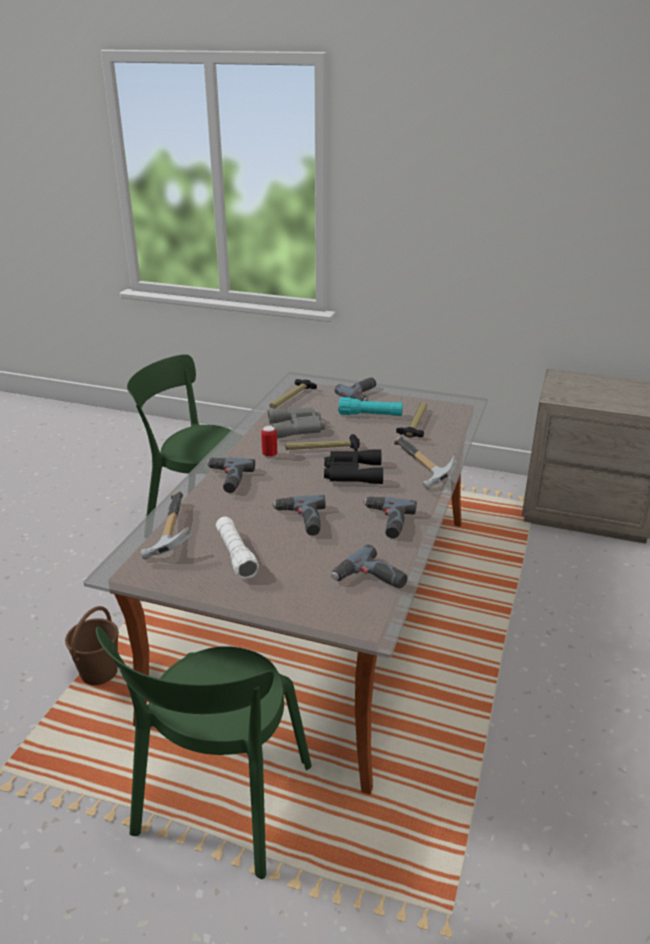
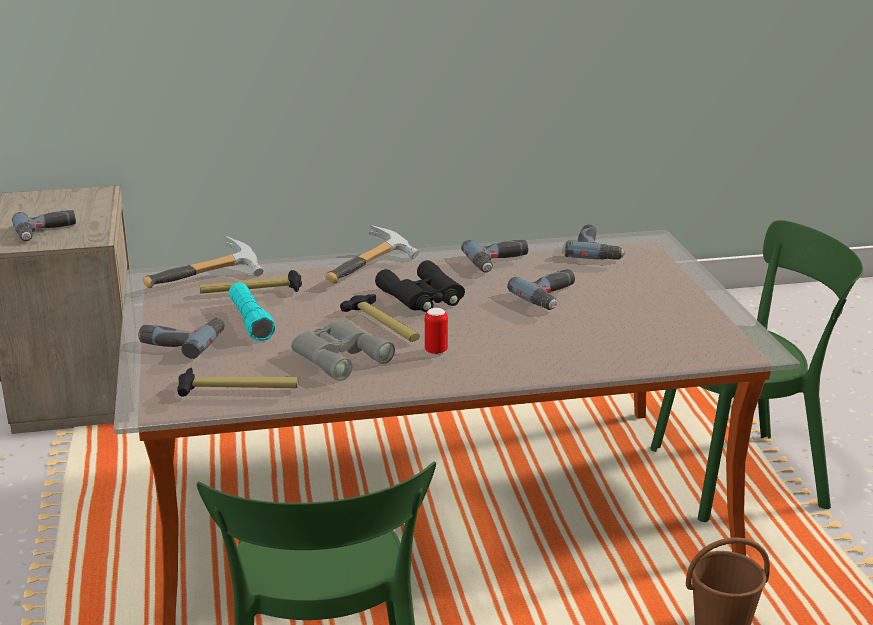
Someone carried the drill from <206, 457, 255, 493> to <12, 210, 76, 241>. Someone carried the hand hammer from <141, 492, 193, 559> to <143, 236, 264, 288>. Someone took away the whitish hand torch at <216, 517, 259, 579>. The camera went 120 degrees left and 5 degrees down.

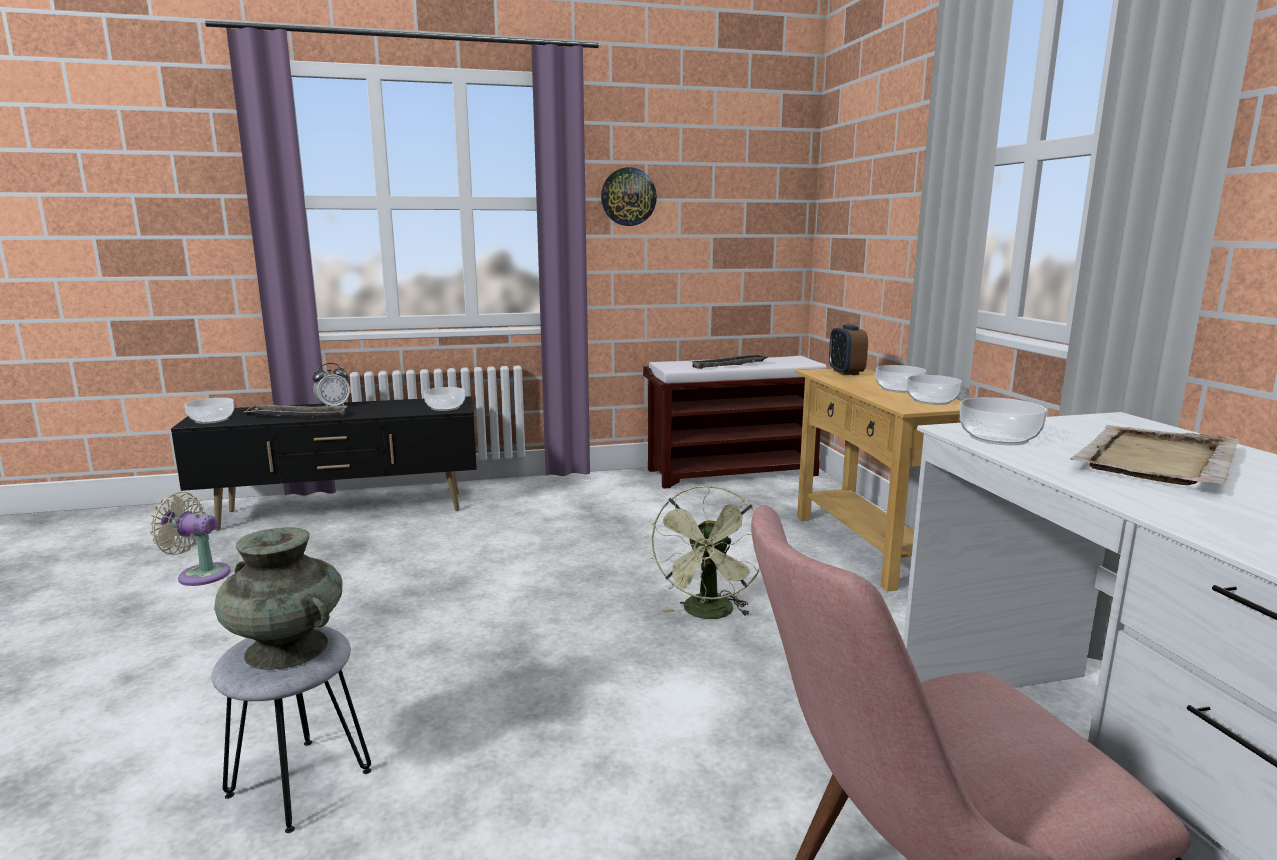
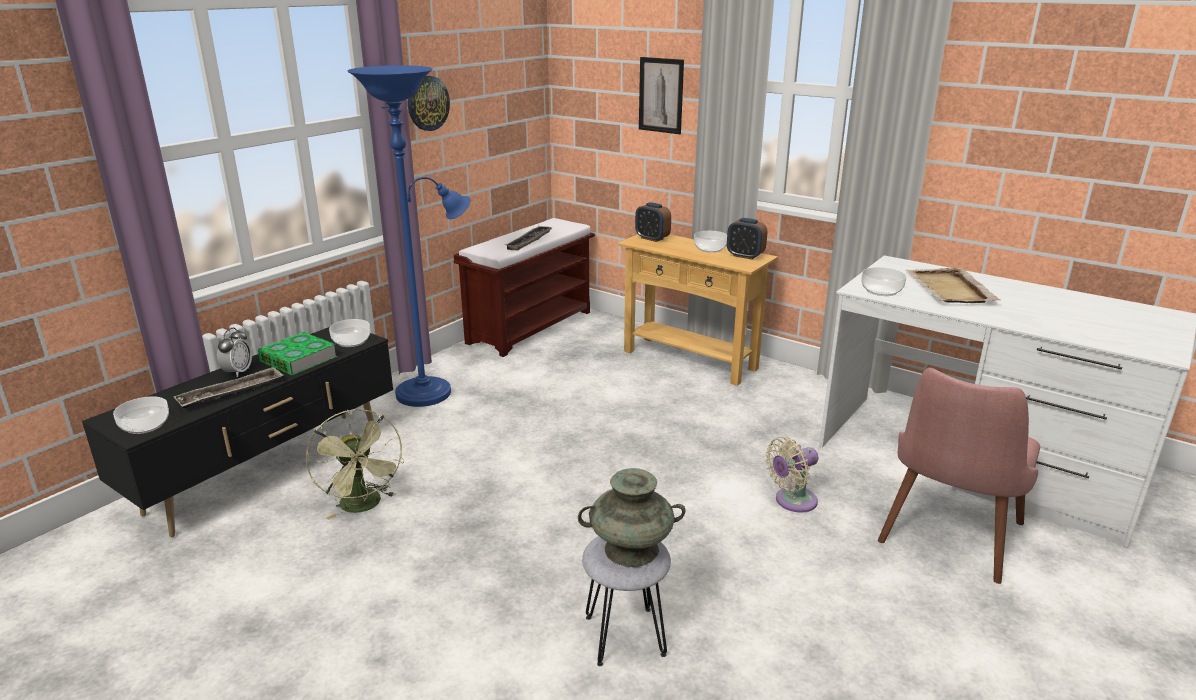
Someone swapped the bowl at <907, 375, 962, 405> for the table clock at <727, 218, 767, 260>. Someone carried the green-coloured fan from <650, 485, 760, 619> to <306, 409, 404, 520>. Someone carried the beige-coloured fan from <150, 492, 231, 586> to <766, 436, 819, 513>. Someone put up the wall picture at <639, 57, 684, 134>. Someone put down the bluish standing lamp at <348, 65, 471, 407>. Someone put down the book at <258, 332, 337, 375>. The camera went 40 degrees left and 10 degrees up.

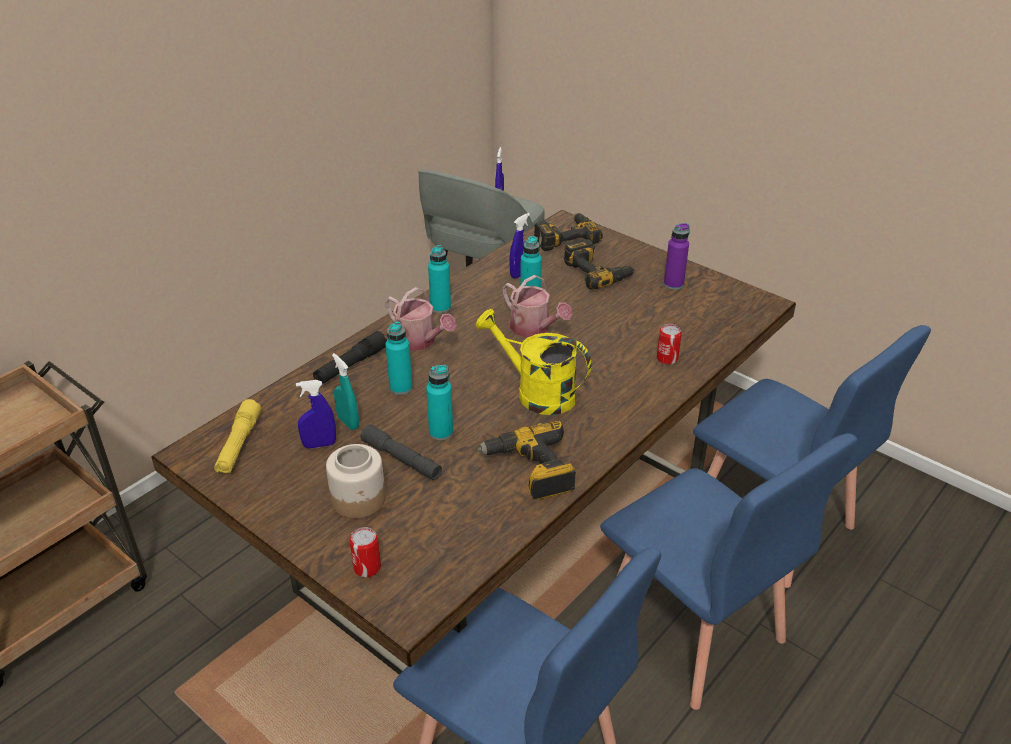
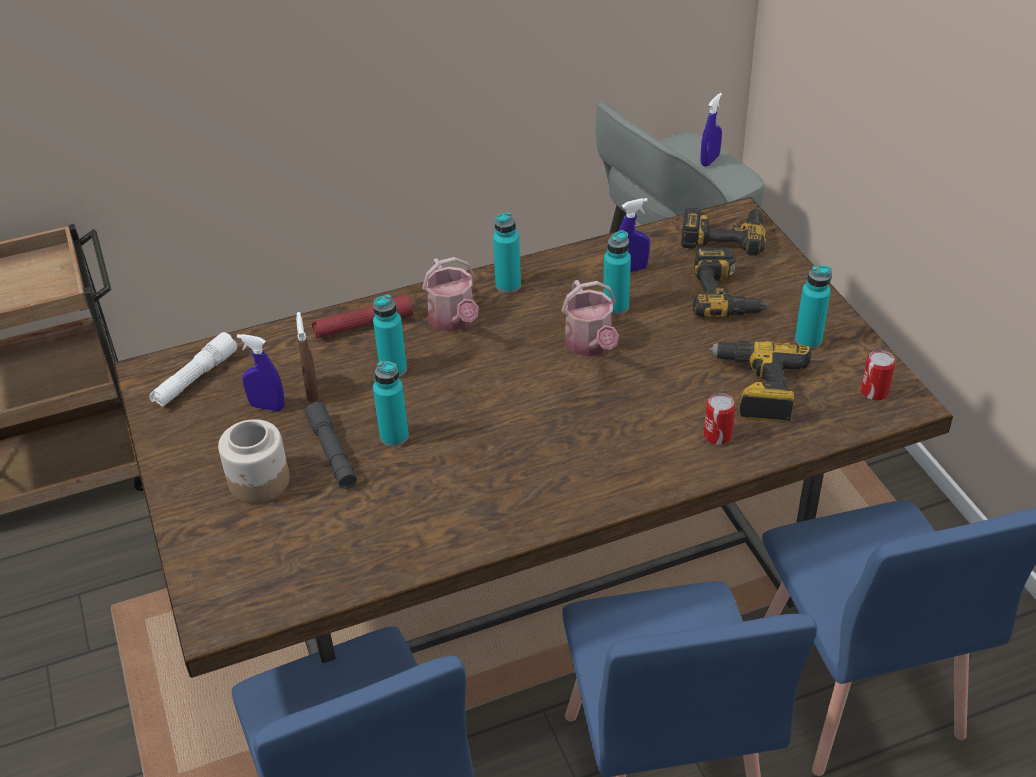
Someone repainted the purplish drink bottle at <664, 223, 690, 290>, which became the turquoise drink bottle at <795, 265, 832, 349>. Someone took away the yellow-coloured watering can at <475, 309, 591, 415>. Someone repainted the black hand torch at <313, 331, 387, 384>, which became the red hand torch at <311, 294, 413, 338>. Someone repainted the turquoise spray bottle at <332, 353, 359, 430>, which became the brownish spray bottle at <296, 312, 319, 402>. Someone repainted the yellow-coloured hand torch at <214, 399, 261, 473>, which became the whitish hand torch at <149, 332, 237, 407>. Someone carried the drill from <477, 421, 576, 500> to <708, 341, 811, 421>. Someone carried the metal can from <349, 527, 381, 577> to <861, 350, 895, 401>. The camera went 30 degrees right and 5 degrees up.

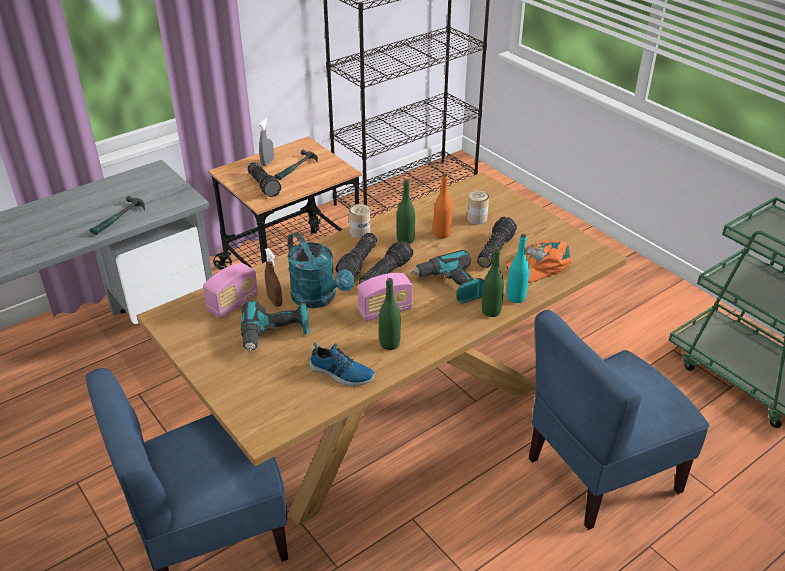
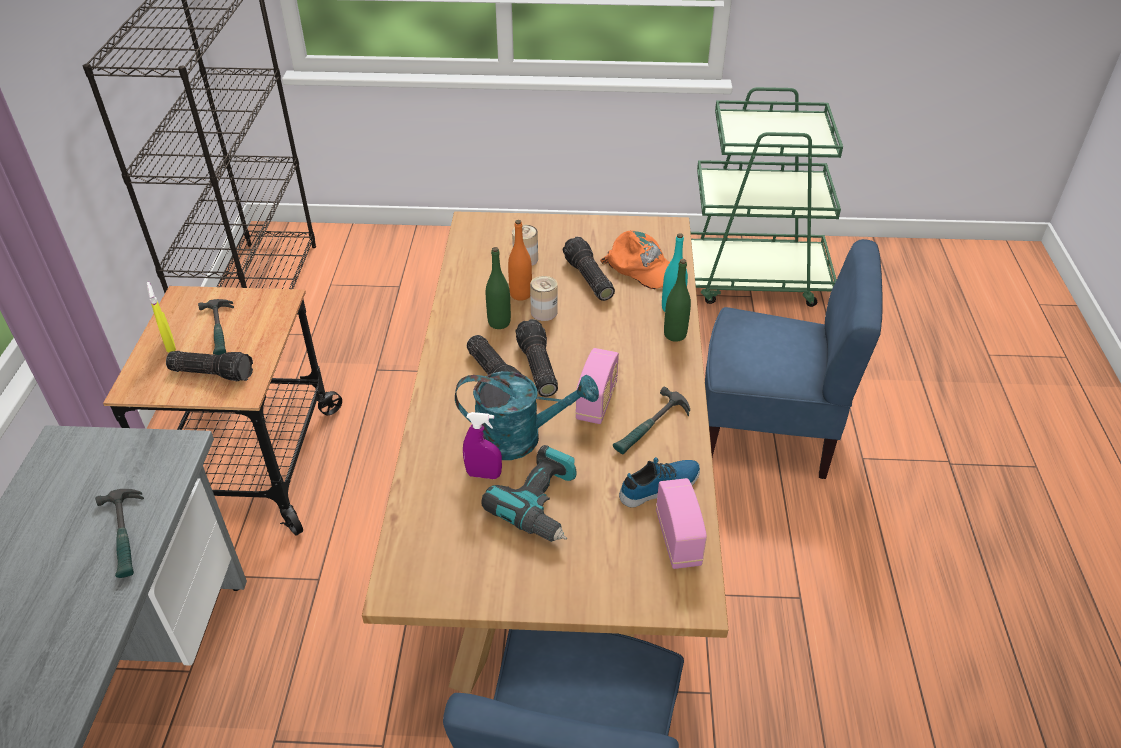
Someone repainted the greyish spray bottle at <259, 117, 274, 166>, which became the yellow-coloured spray bottle at <147, 282, 176, 353>. Someone carried the metal can from <349, 204, 370, 239> to <530, 276, 557, 321>. Someone rotated the orange-coloured cap at <506, 240, 572, 282> by 60 degrees counterclockwise. Someone repainted the brownish spray bottle at <265, 248, 282, 307>, which became the purplish spray bottle at <463, 412, 502, 479>. Someone took away the drill at <411, 250, 484, 304>. Someone carried the radio receiver from <203, 263, 258, 318> to <656, 478, 707, 569>. Someone swapped the green-coloured drink bottle at <379, 278, 401, 350> for the hand hammer at <613, 386, 690, 454>. Someone rotated the bluish plain chair at <529, 310, 709, 530> by 90 degrees counterclockwise. The camera went 50 degrees left and 5 degrees up.

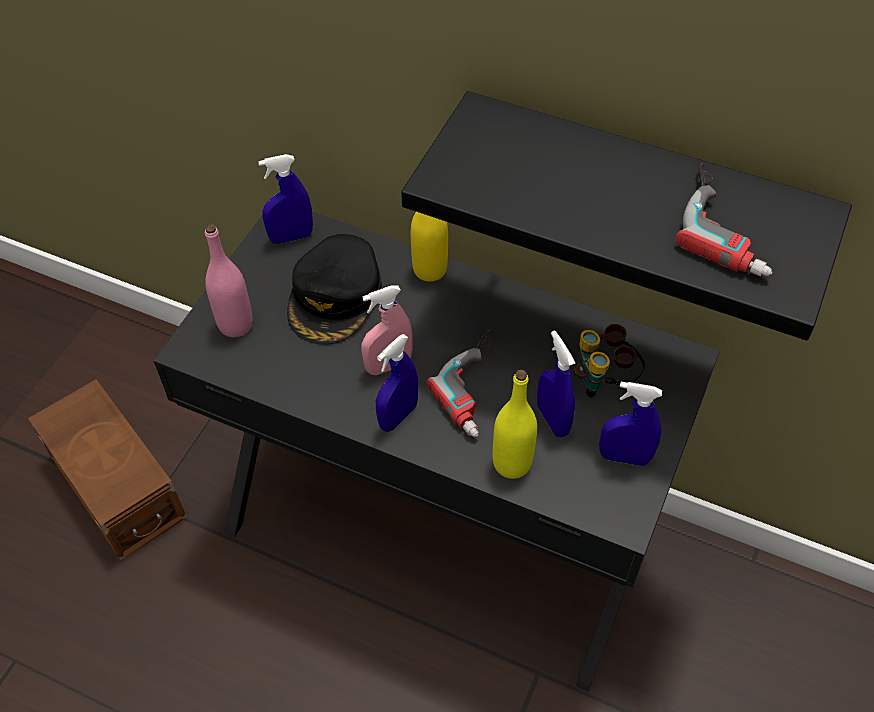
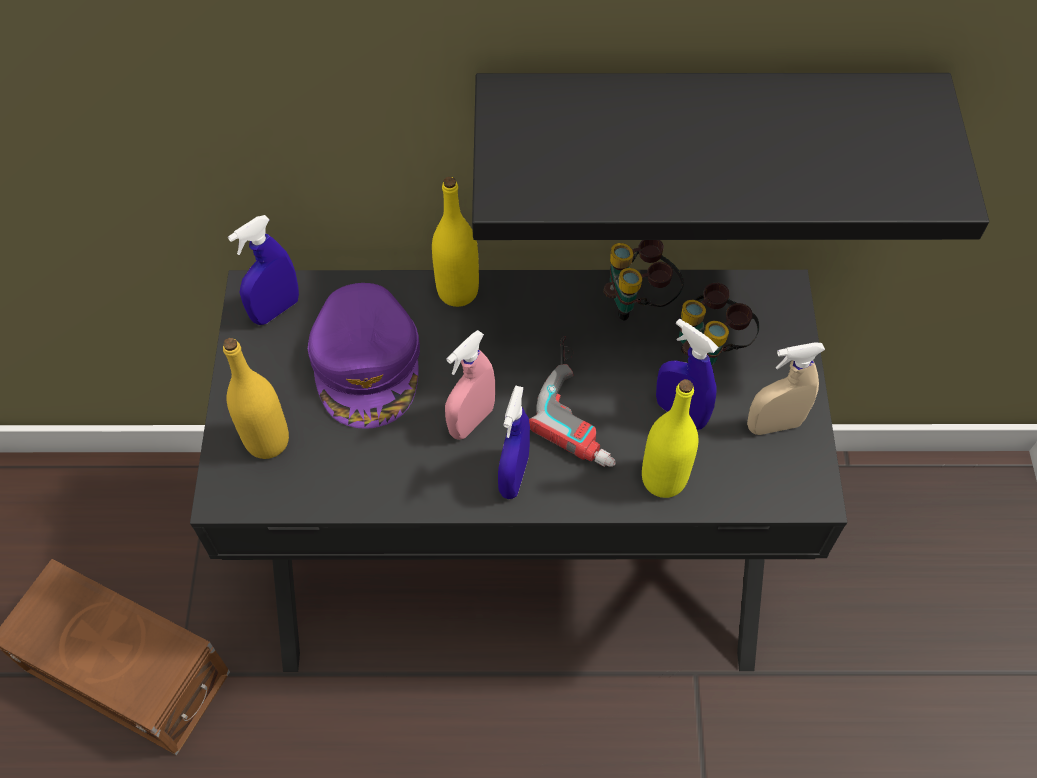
Someone took away the drill at <676, 162, 773, 276>. Someone repainted the pink drink bottle at <205, 224, 253, 337>, which became the yellow-coloured drink bottle at <223, 338, 289, 459>. Someone repainted the black cap at <287, 234, 382, 345>, which became the purplish cap at <308, 283, 420, 429>. Someone repainted the bluish spray bottle at <599, 382, 662, 466>, which became the beige-coloured spray bottle at <747, 342, 825, 435>. Someone put down the pair of binoculars at <604, 240, 684, 320>. The camera went 25 degrees left and 5 degrees up.

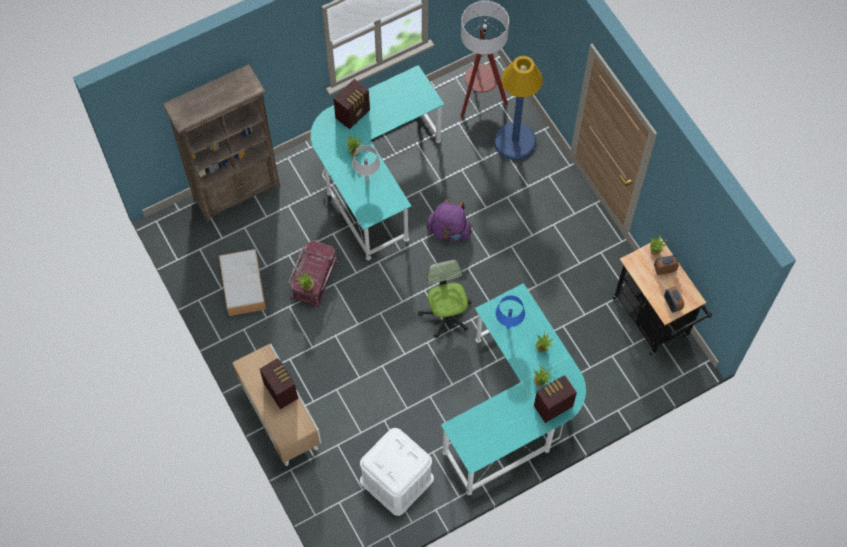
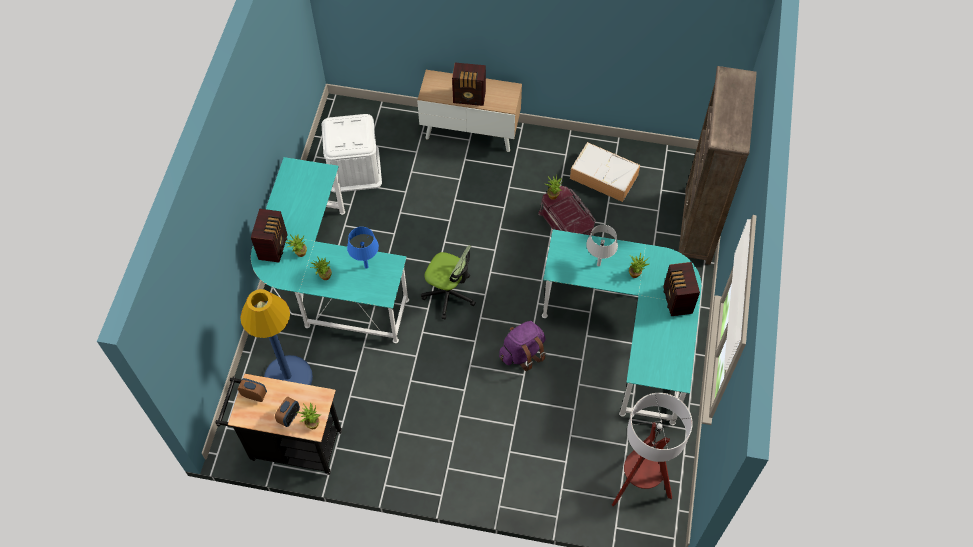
Someone carried the bluish standing lamp from <494, 56, 543, 160> to <240, 289, 313, 385>. The camera went 130 degrees right and 5 degrees down.

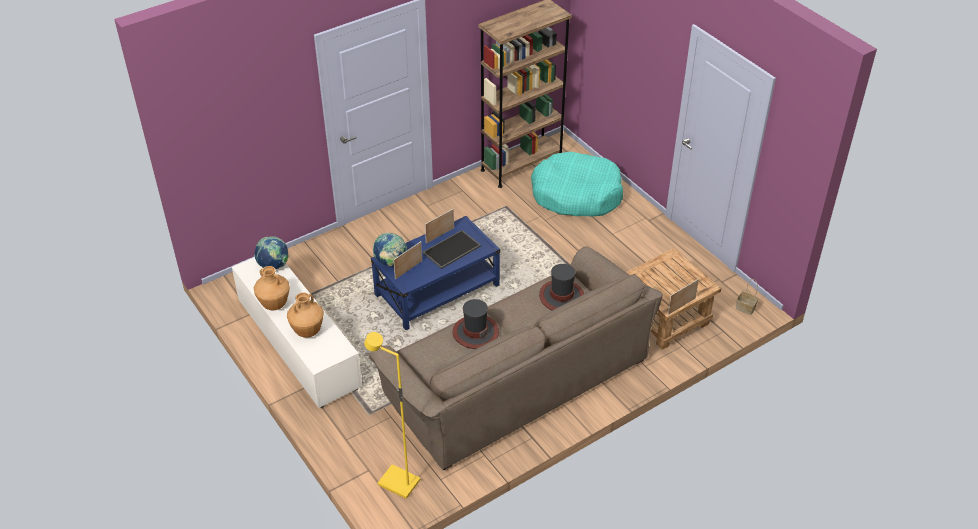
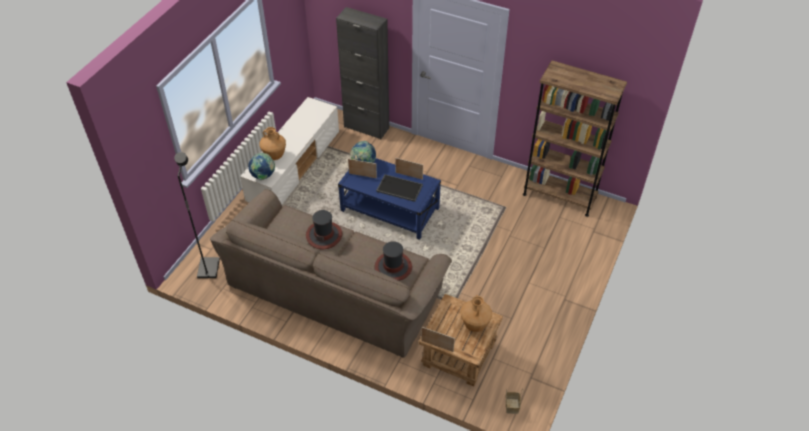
Someone took away the turquoise pet bed at <531, 152, 623, 216>. Someone carried the world globe from <254, 236, 288, 269> to <248, 153, 275, 180>. Someone carried the brownish flower vase from <254, 266, 290, 311> to <461, 295, 492, 332>. Someone repainted the yellow-coloured standing lamp at <364, 332, 421, 499>, which became the black standing lamp at <174, 152, 220, 278>. Someone put down the black storage cabinet at <336, 7, 389, 139>. The camera went 60 degrees right and 5 degrees up.

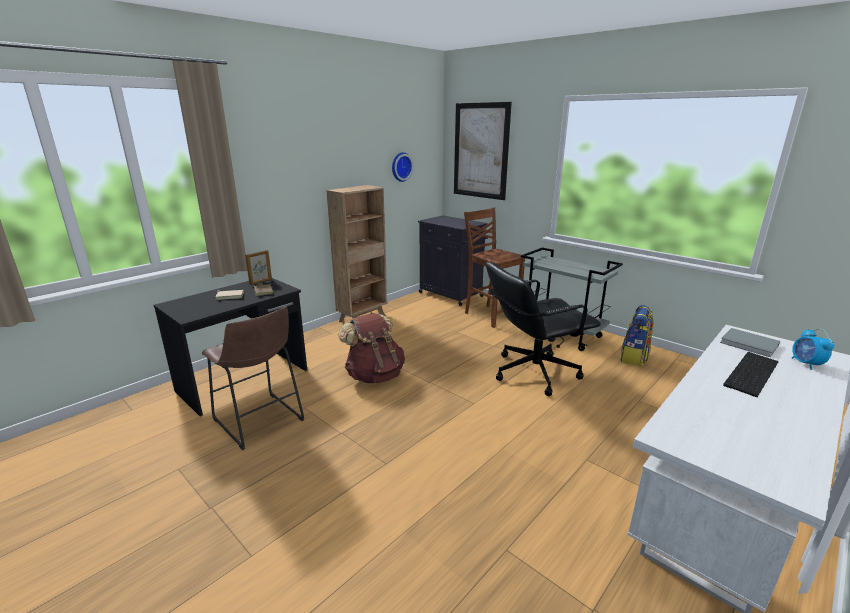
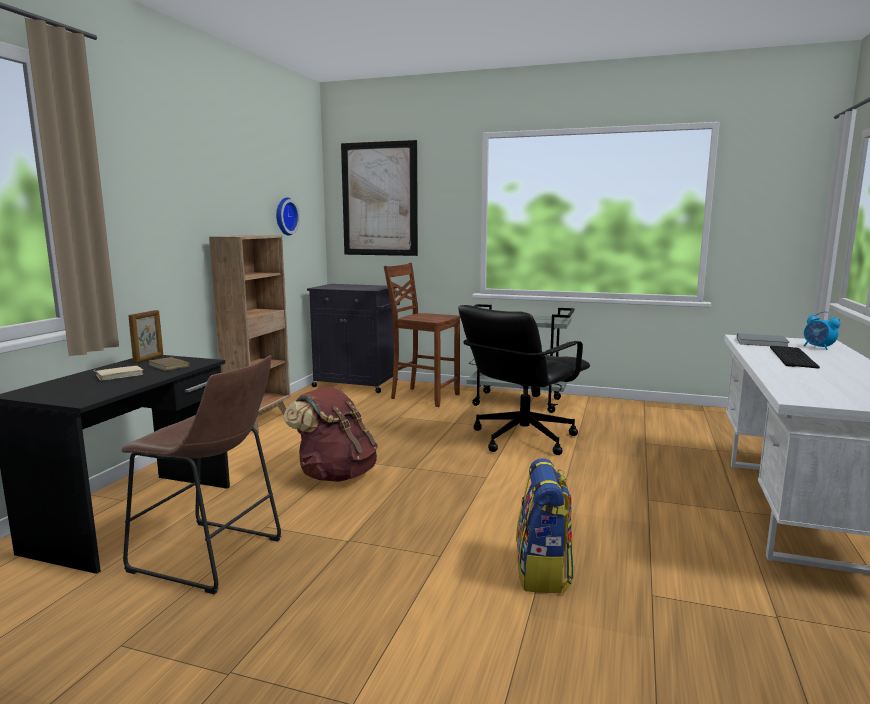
Someone carried the rucksack from <621, 305, 654, 367> to <516, 458, 574, 593>. The camera went 25 degrees left and 10 degrees down.

